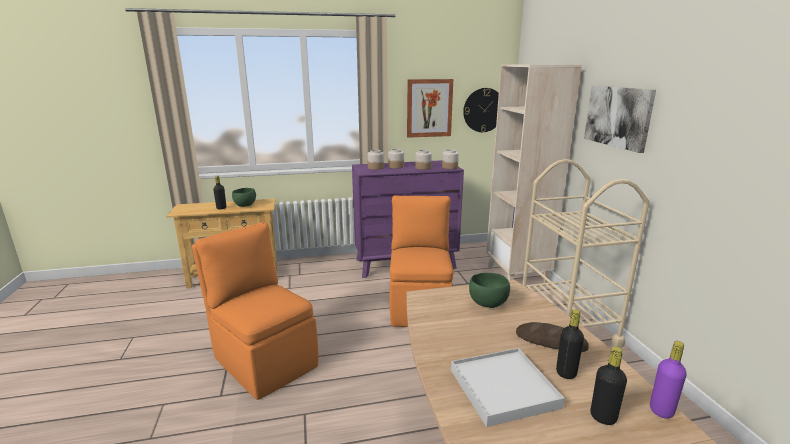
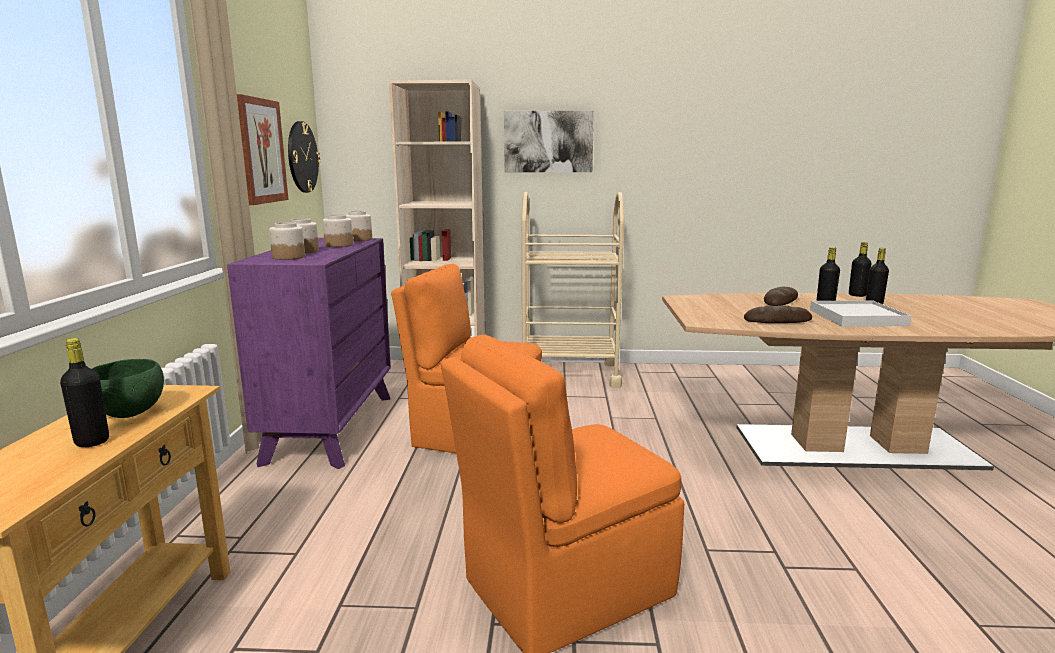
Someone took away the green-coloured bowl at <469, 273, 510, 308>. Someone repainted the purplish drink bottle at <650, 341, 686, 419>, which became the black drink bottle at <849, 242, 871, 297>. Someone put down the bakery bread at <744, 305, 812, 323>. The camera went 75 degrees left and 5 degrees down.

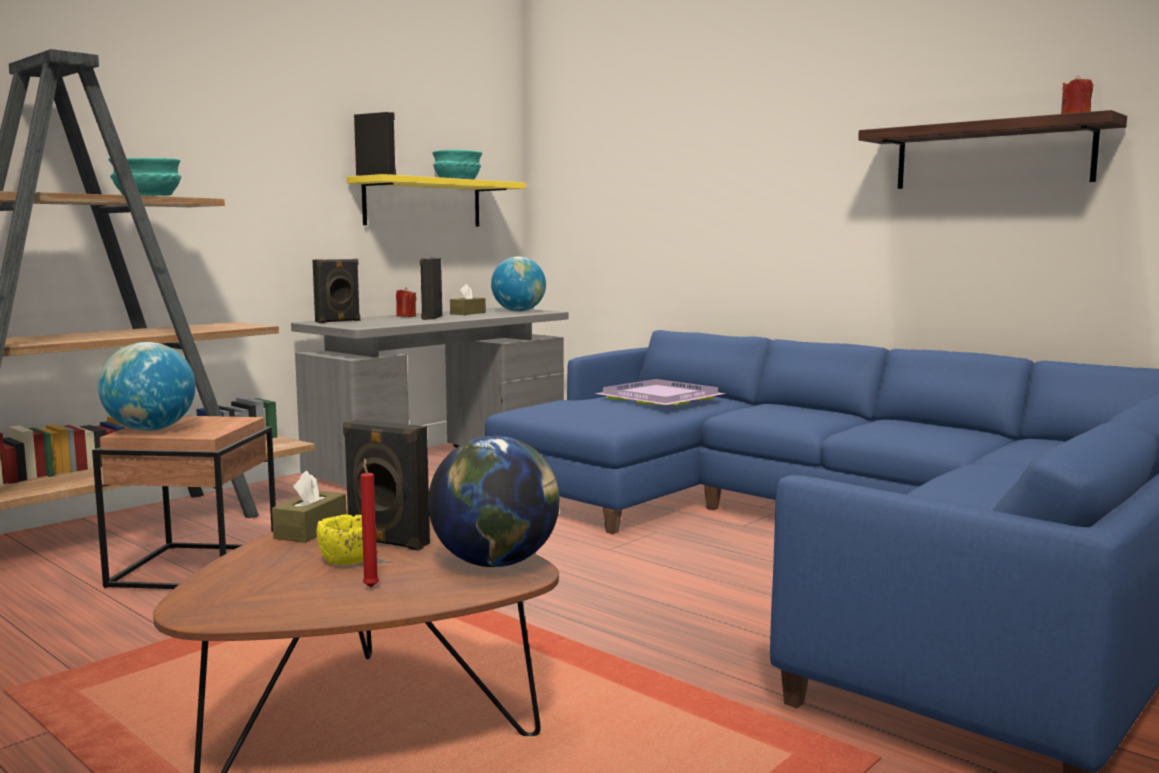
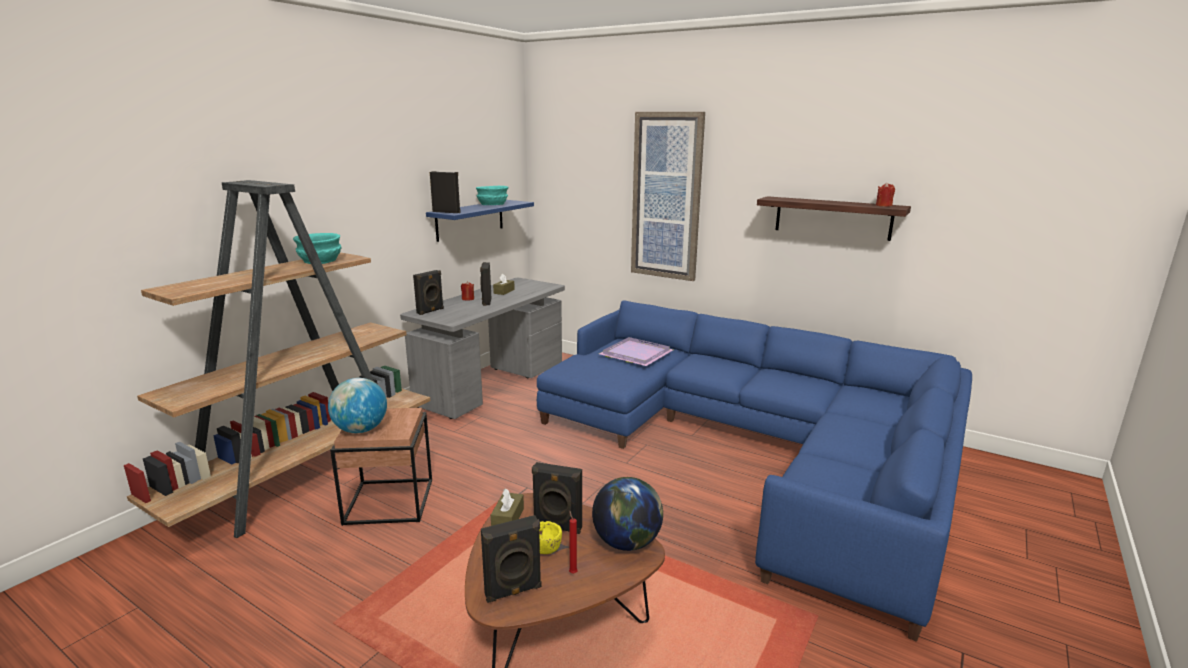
Someone repainted the yellow-coloured shelf at <347, 174, 525, 227>, which became the bluish shelf at <426, 200, 534, 242>. Someone took away the world globe at <491, 256, 546, 312>. Someone put up the wall picture at <631, 112, 705, 281>. Someone put down the black speaker at <481, 515, 542, 603>. The camera went 10 degrees left and 10 degrees up.

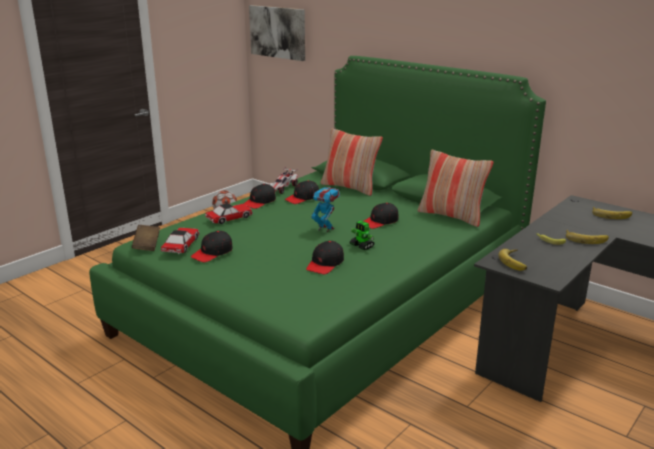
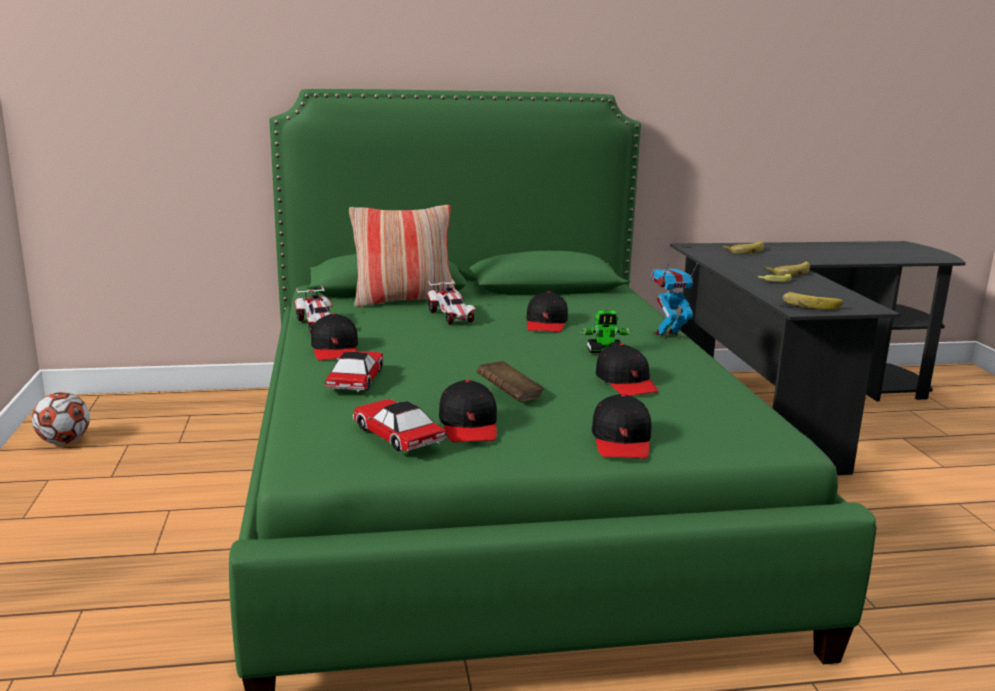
Someone took away the wall picture at <249, 5, 305, 61>. Someone took away the throw pillow at <418, 150, 493, 227>. Someone carried the black cap from <285, 180, 319, 204> to <592, 394, 651, 459>. Someone carried the toy robot from <311, 185, 340, 233> to <650, 262, 698, 339>. Someone carried the brownish book from <132, 225, 160, 251> to <477, 361, 544, 402>. Someone put down the model car at <427, 278, 476, 324>. The camera went 50 degrees left and 5 degrees down.

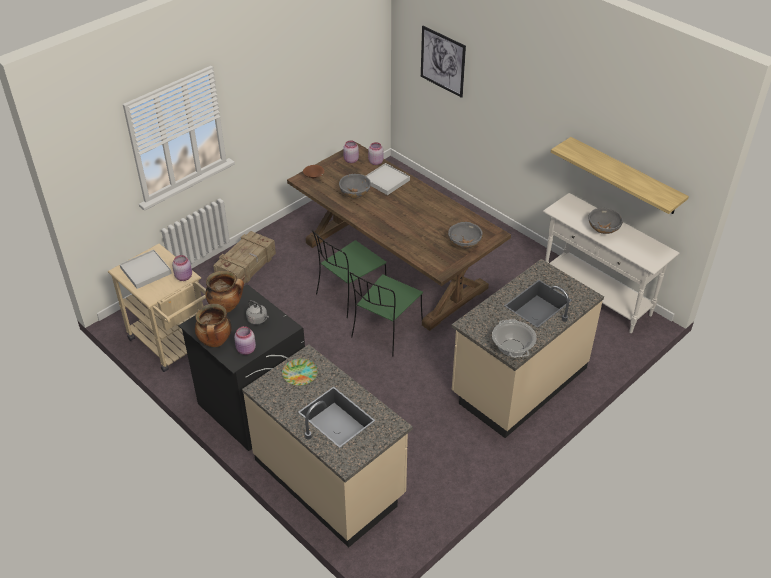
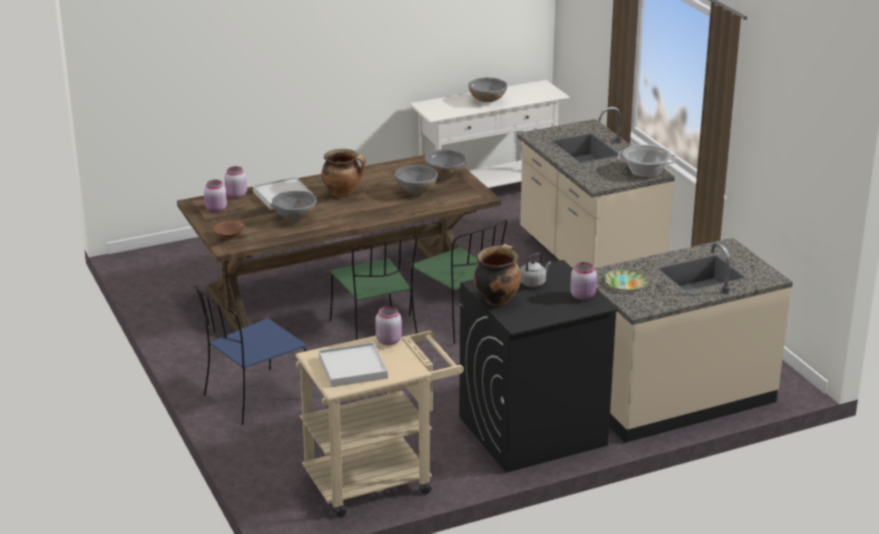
Someone took away the wall picture at <421, 26, 466, 98>. Someone took away the shelf at <551, 137, 689, 214>. Someone swapped the packing crate at <213, 231, 276, 288> for the bluish plain chair at <195, 285, 307, 425>. Someone carried the stockpot from <195, 304, 232, 347> to <321, 149, 366, 198>. Someone put down the greyish bowl at <395, 165, 438, 194>. The camera went 70 degrees left and 15 degrees down.

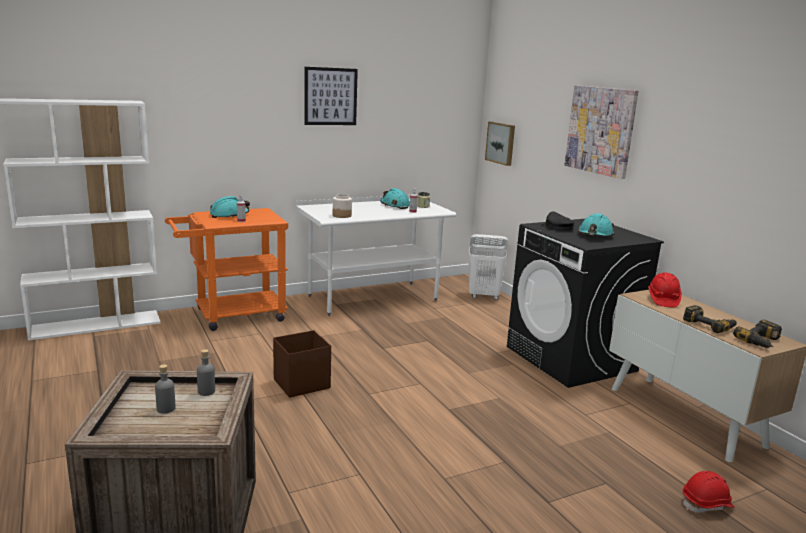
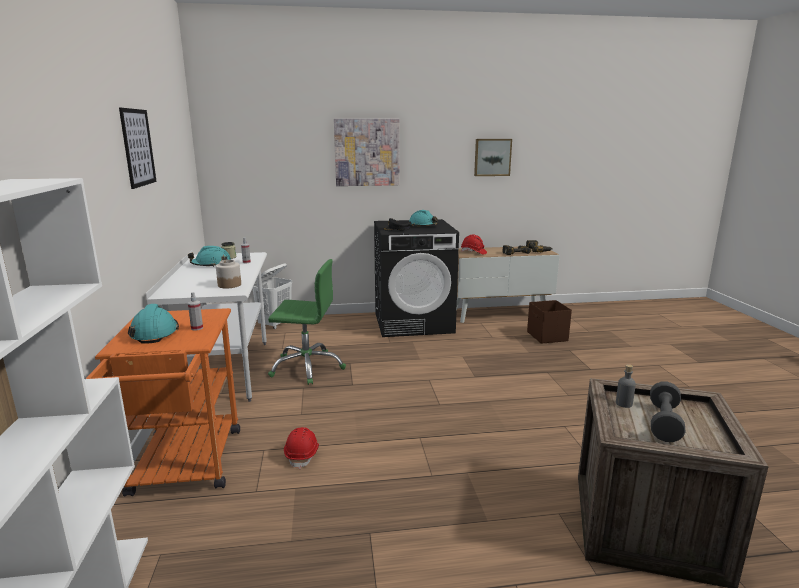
Someone carried the wall picture from <485, 122, 515, 166> to <474, 139, 512, 176>. Someone carried the brownish storage container from <273, 330, 331, 398> to <527, 300, 572, 344>. Someone swapped the greyish drink bottle at <155, 364, 175, 414> for the greyish dumbbell at <650, 382, 686, 442>. Someone carried the red hard hat from <683, 471, 735, 513> to <284, 427, 319, 469>. Someone put down the green-coloured desk chair at <268, 259, 346, 385>. The camera went 70 degrees left and 0 degrees up.

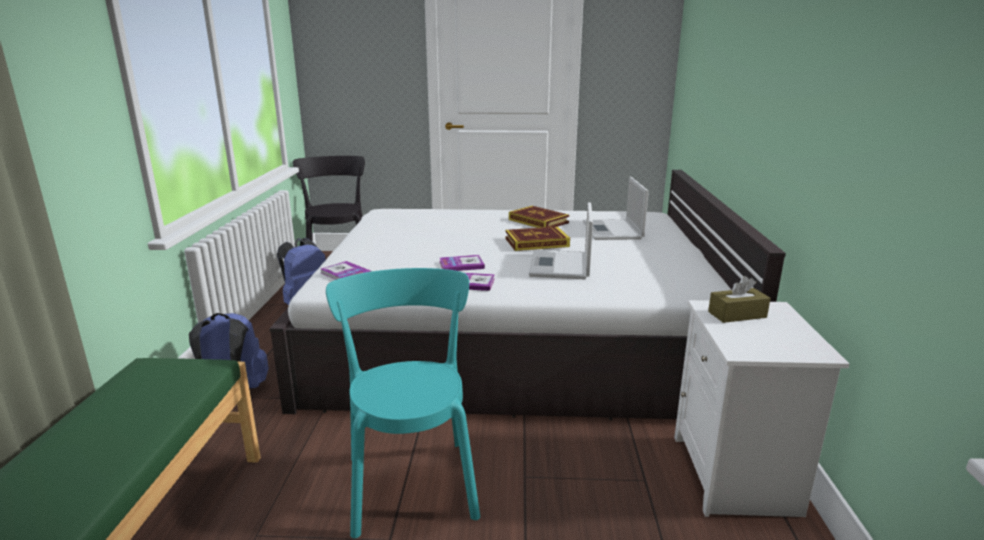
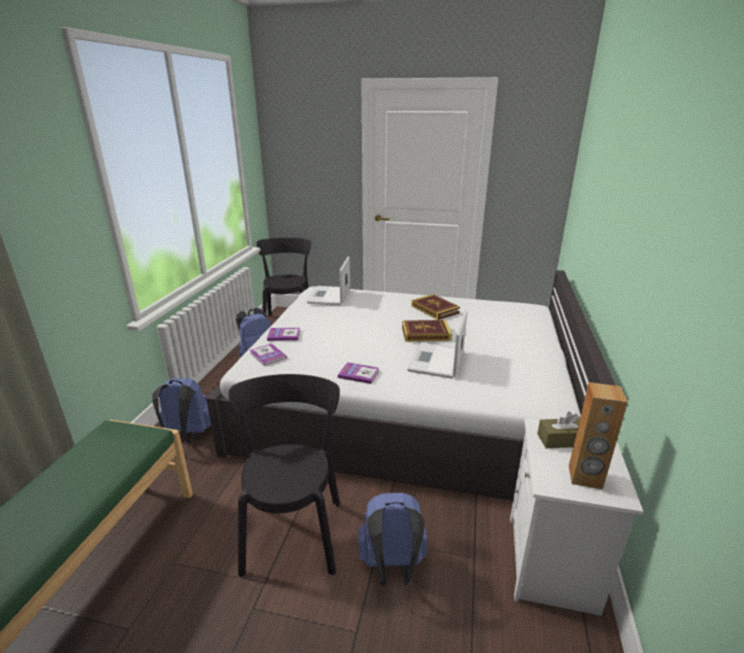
Someone carried the portable computer from <583, 177, 649, 240> to <307, 257, 350, 305>. Someone carried the book from <439, 255, 485, 271> to <267, 327, 300, 341>. Someone repainted the turquoise plain chair at <326, 268, 480, 538>, which became the black plain chair at <229, 374, 340, 577>. Someone put down the brownish speaker at <569, 382, 628, 489>. Someone put down the bluish rucksack at <358, 493, 428, 586>. The camera went 10 degrees right and 5 degrees up.

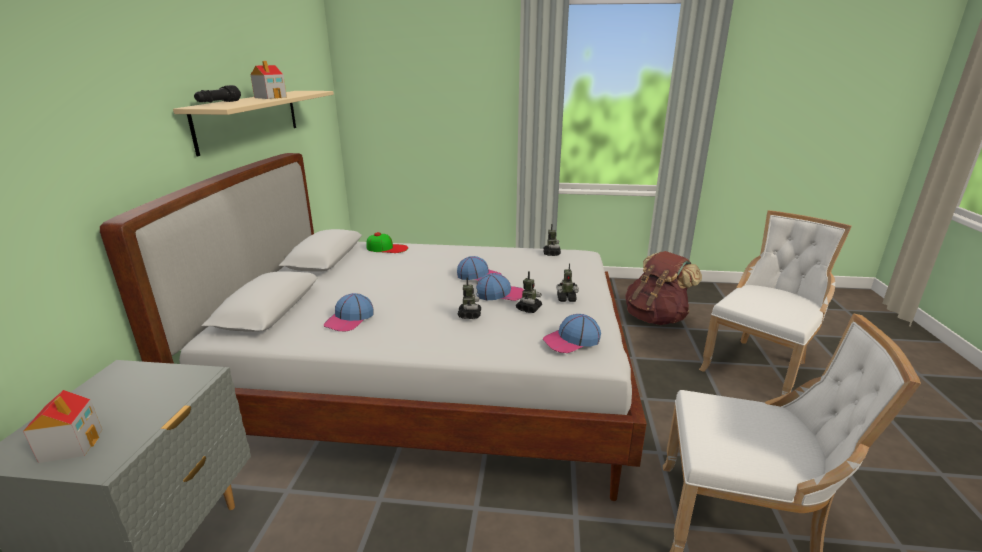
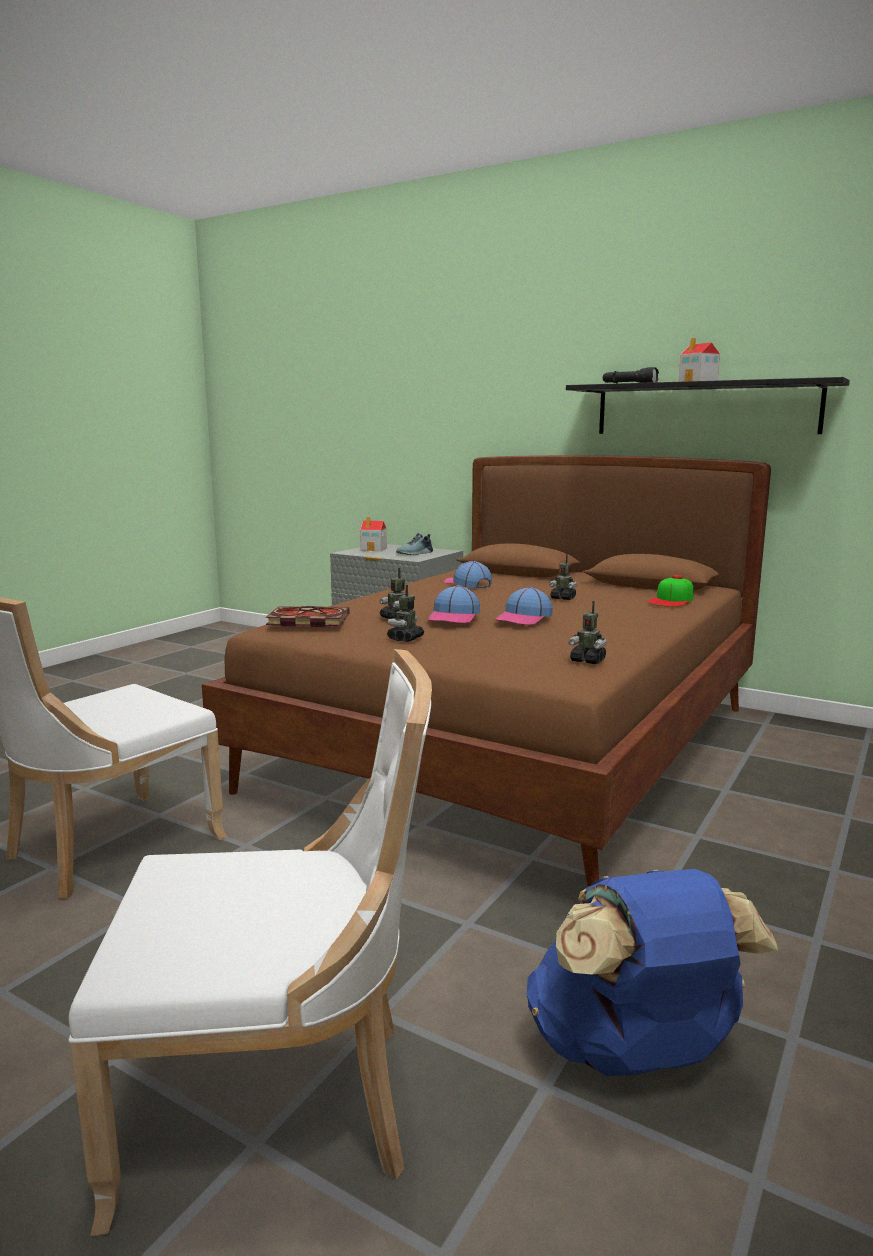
Someone repainted the beige-coloured shelf at <173, 91, 334, 156>, which became the black shelf at <566, 377, 850, 434>. Someone repainted the whitish bed at <100, 153, 647, 501>, which became the brownish bed at <202, 455, 771, 887>. Someone rotated the whitish plain chair at <699, 210, 852, 396> by 75 degrees counterclockwise. Someone repainted the brownish rucksack at <625, 251, 702, 325>, which became the bluish rucksack at <527, 869, 778, 1076>. Someone carried the toy robot from <458, 278, 481, 319> to <549, 554, 577, 600>. Someone swapped the cap at <543, 314, 601, 353> for the book at <266, 606, 350, 627>. Someone put down the shoe at <396, 533, 433, 555>. The camera went 115 degrees right and 10 degrees down.

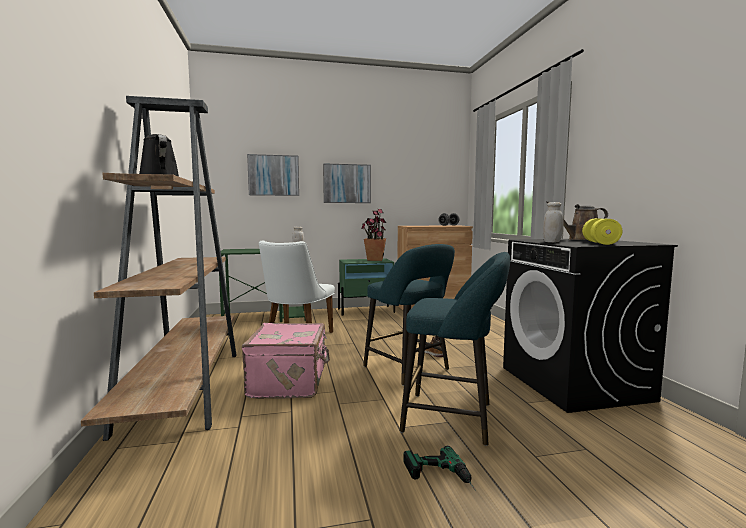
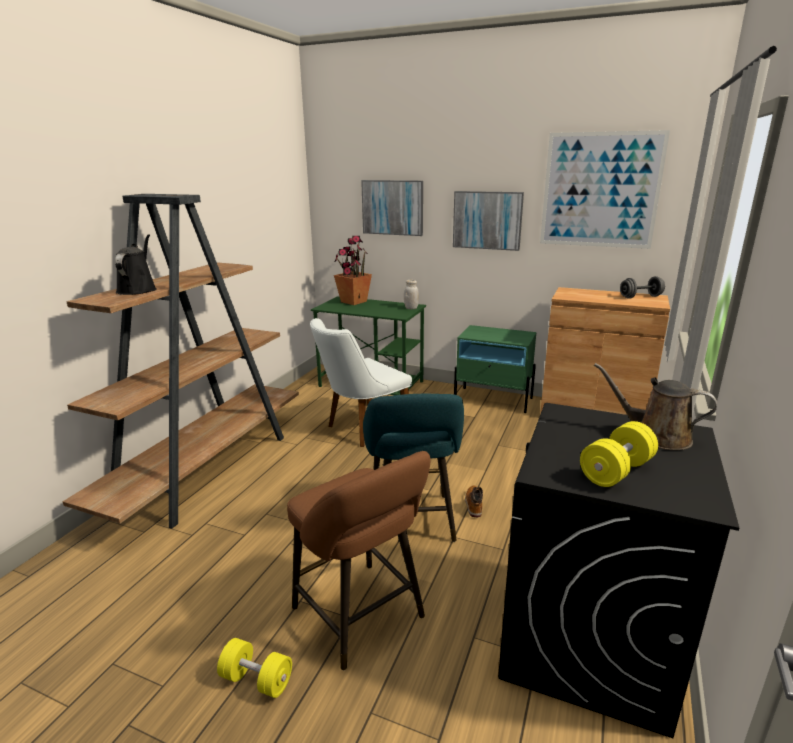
Someone took away the whitish storage jar at <543, 202, 564, 243>. Someone carried the plant in a pot from <361, 209, 386, 261> to <334, 236, 372, 305>. Someone repainted the turquoise stool seat at <400, 252, 510, 446>, which became the brownish stool seat at <287, 451, 430, 670>. Someone took away the pink suitcase at <242, 323, 330, 399>. Someone swapped the drill at <403, 446, 476, 491> for the yellow-coloured dumbbell at <217, 638, 292, 698>. Someone put up the wall picture at <540, 130, 670, 249>. The camera went 35 degrees right and 15 degrees up.

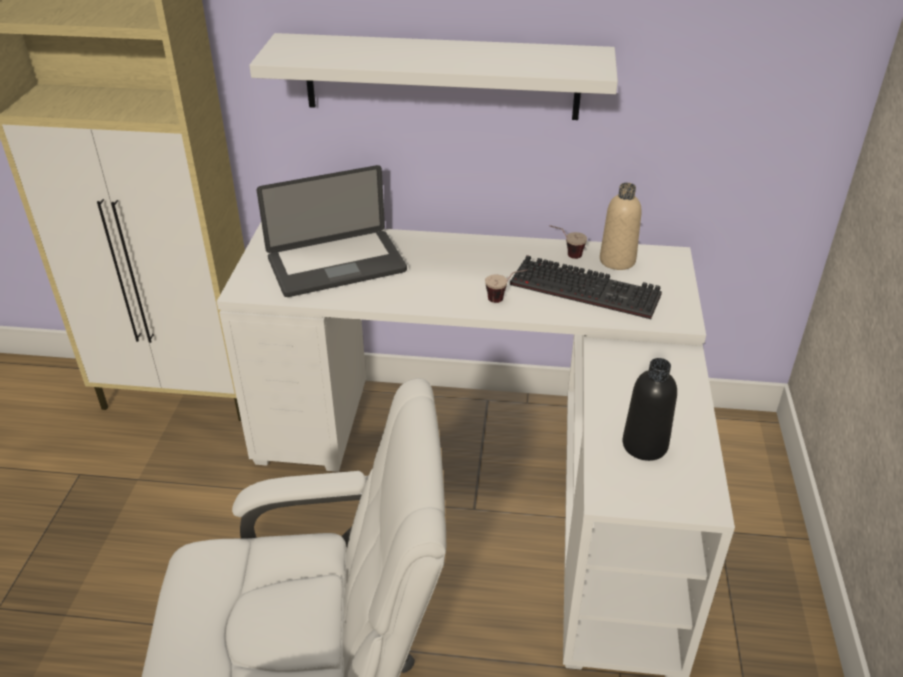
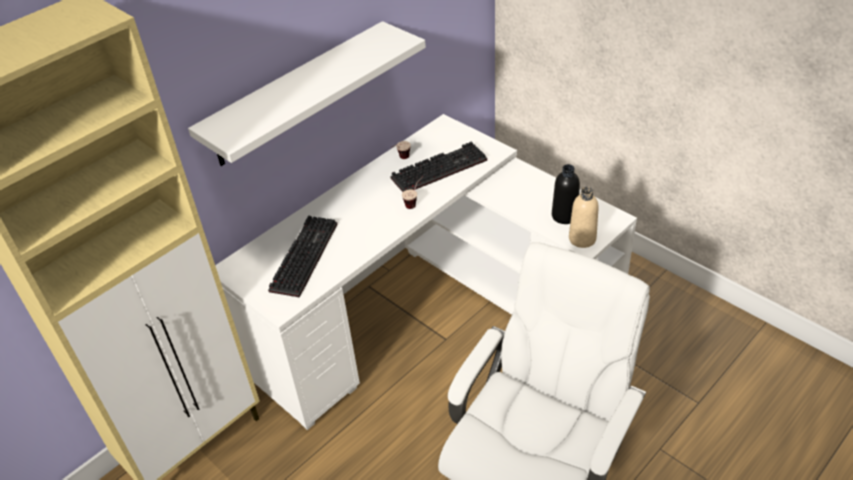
Someone swapped the portable computer at <257, 165, 407, 297> for the keyboard at <268, 215, 337, 298>. Someone carried the beige-coloured drink bottle from <600, 183, 642, 270> to <569, 187, 599, 248>. The camera went 50 degrees left and 5 degrees up.

